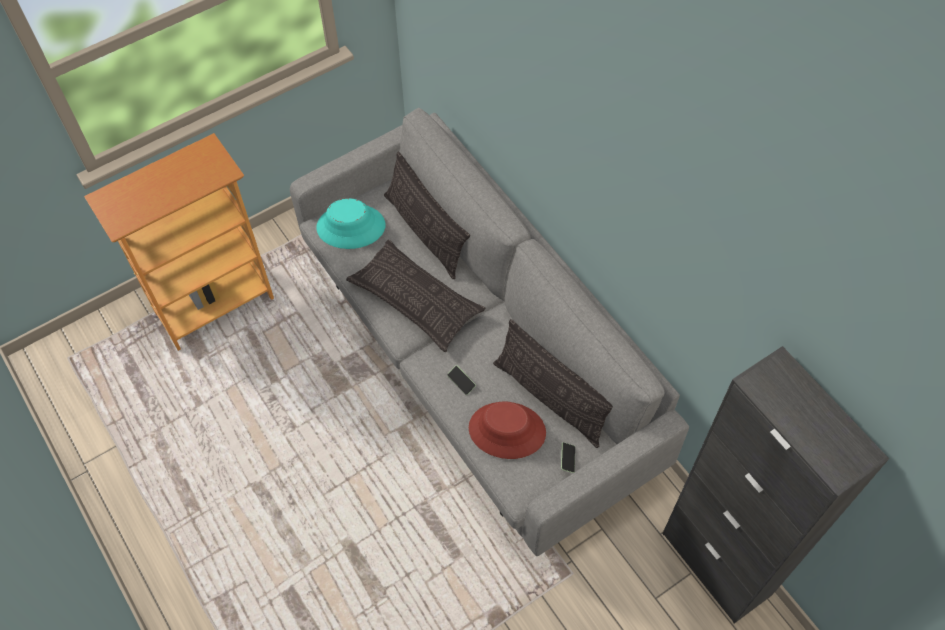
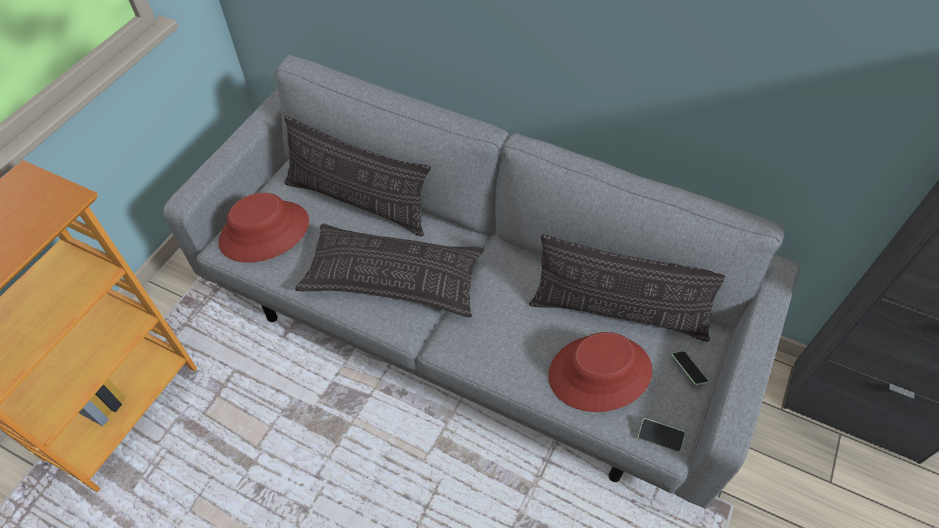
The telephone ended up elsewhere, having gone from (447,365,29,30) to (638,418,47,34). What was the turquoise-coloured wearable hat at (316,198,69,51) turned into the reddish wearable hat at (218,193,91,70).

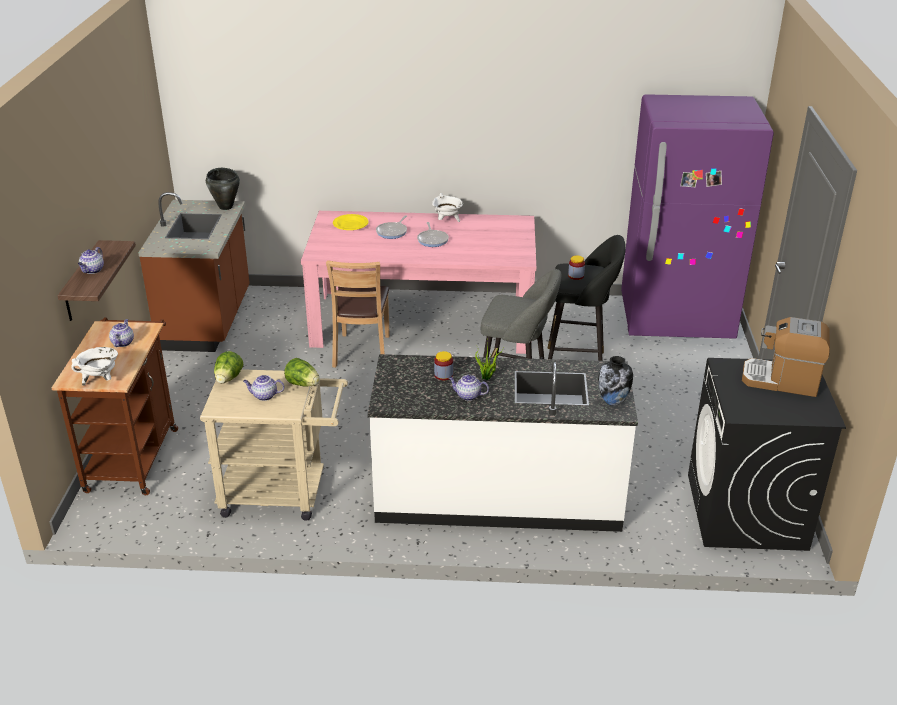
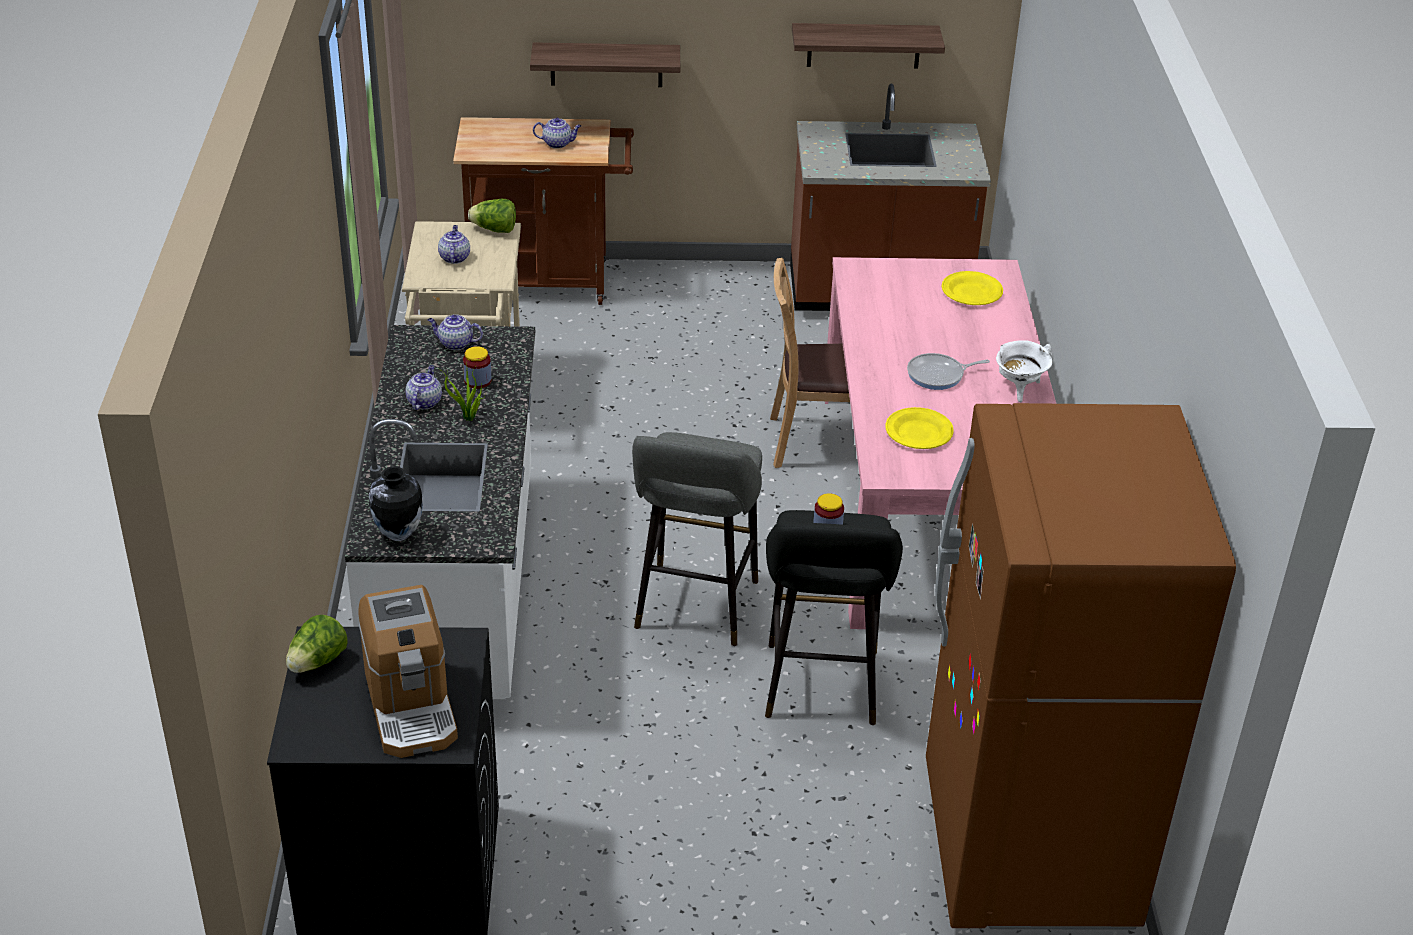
The second view lost the whitish stockpot at (71,347,47,39). The second view lost the black stockpot at (206,168,34,42). The second view lost the frying pan at (376,215,31,24). The second view gained the bracket shelf at (792,23,153,45). The second view gained the yellow plate at (885,407,69,42). The teapot ended up elsewhere, having gone from (78,247,26,27) to (428,314,55,36). The head of lettuce ended up elsewhere, having gone from (284,358,36,28) to (286,615,61,58). What was the purple kitchen fridge at (621,94,153,245) turned into the brownish kitchen fridge at (926,403,310,527). The coffee machine at (742,317,88,80) ended up facing another way, 150 degrees clockwise from before.

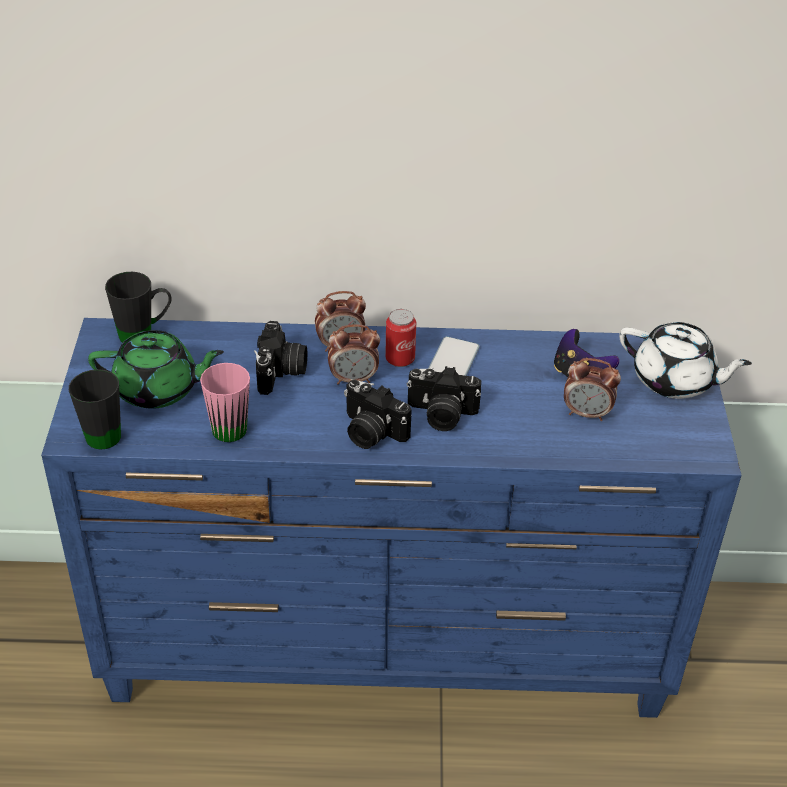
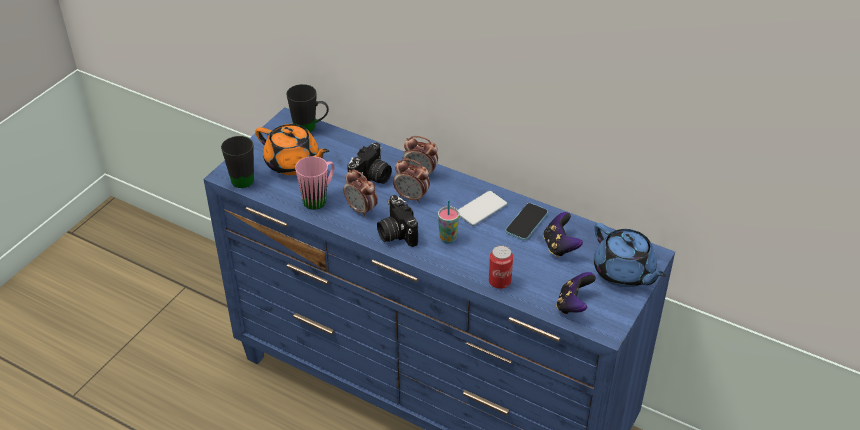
The second view gained the telephone at (505,203,43,37). The second view gained the gamepad at (556,272,40,42). The sealed can ended up elsewhere, having gone from (385,309,31,58) to (489,245,24,44). The alarm clock ended up elsewhere, having gone from (564,358,57,63) to (344,169,34,48). Where the still camera stood at (407,366,74,65), the small cup came to stand at (438,200,21,43). What was the greenish teapot at (88,330,136,79) turned into the orangey teapot at (255,124,74,51). What was the whitish teapot at (619,322,133,77) turned into the bluish teapot at (594,223,72,64).

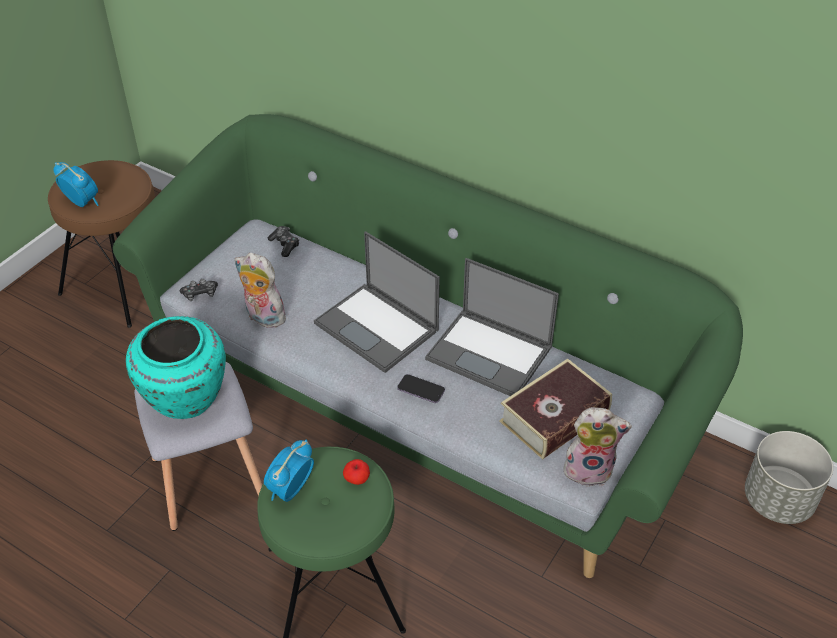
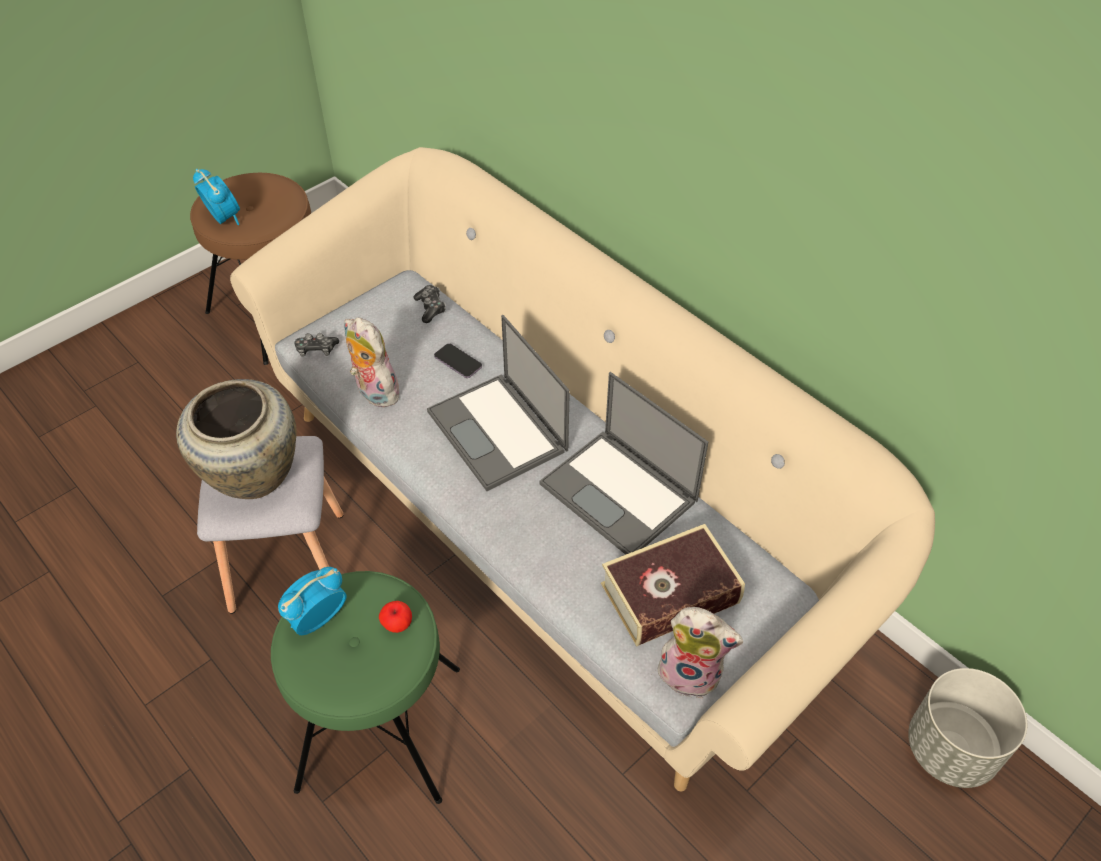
The telephone ended up elsewhere, having gone from (397,374,48,29) to (434,343,48,35). What was the greenish couch at (113,114,630,464) turned into the beige couch at (230,147,705,644). What was the turquoise-coloured vase at (126,316,100,103) turned into the beige vase at (176,379,120,120).

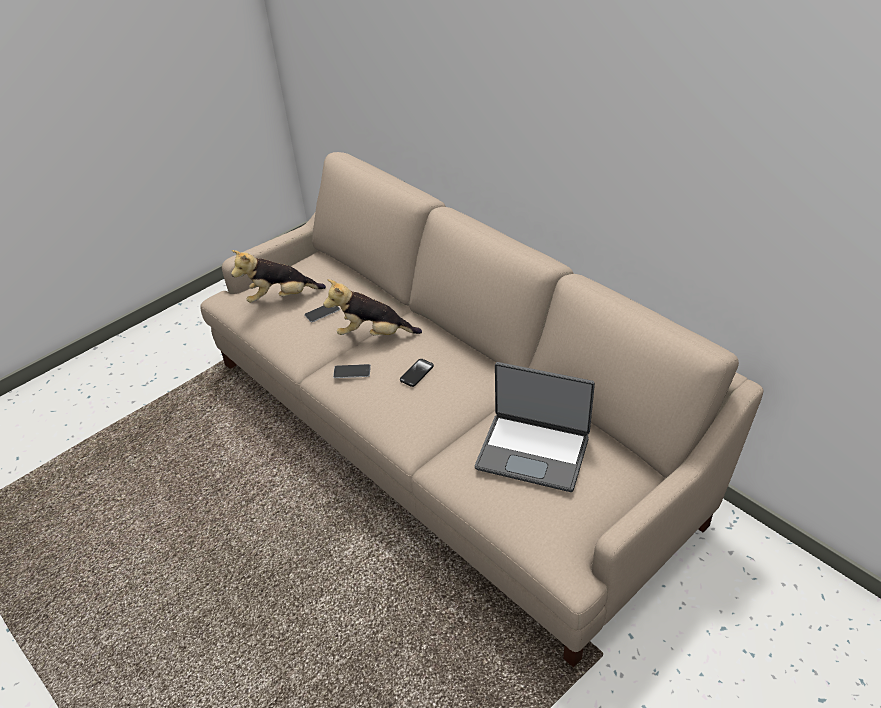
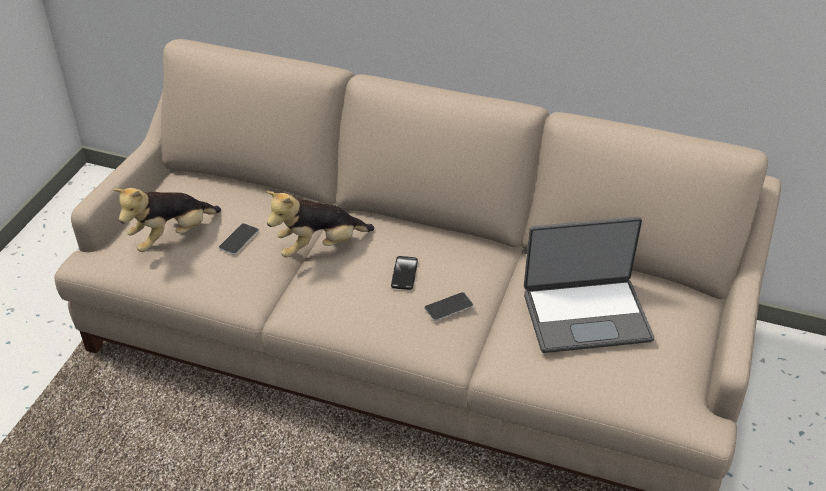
The telephone ended up elsewhere, having gone from (333,364,38,14) to (424,292,50,29).

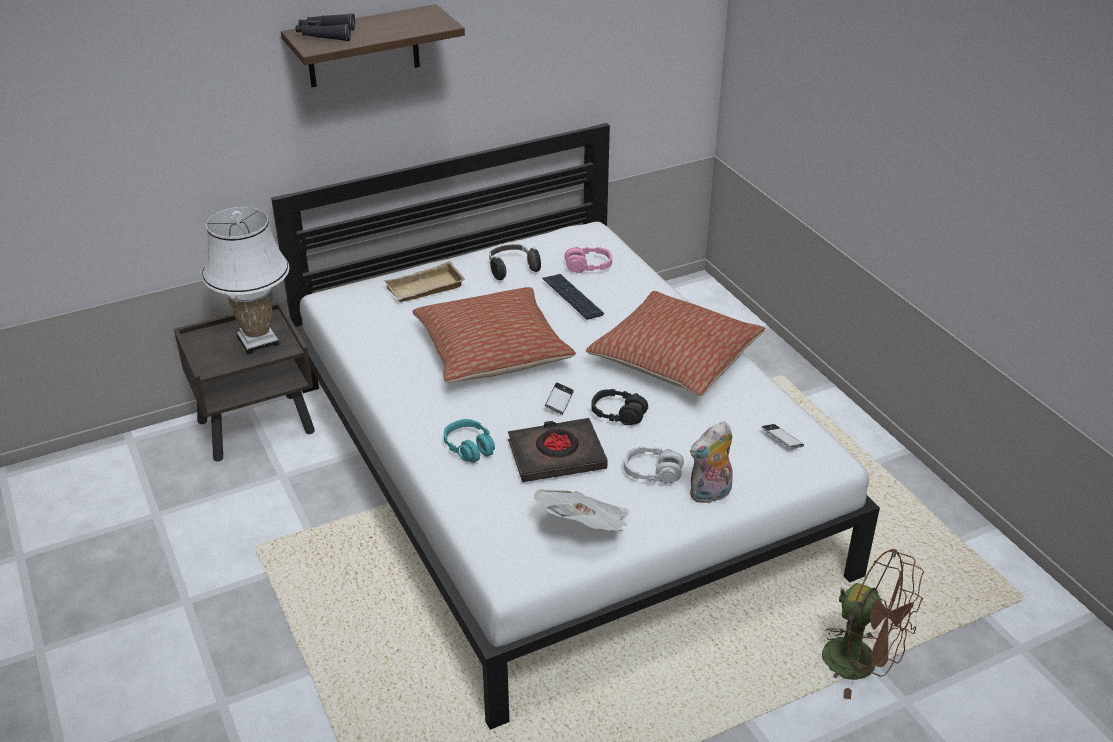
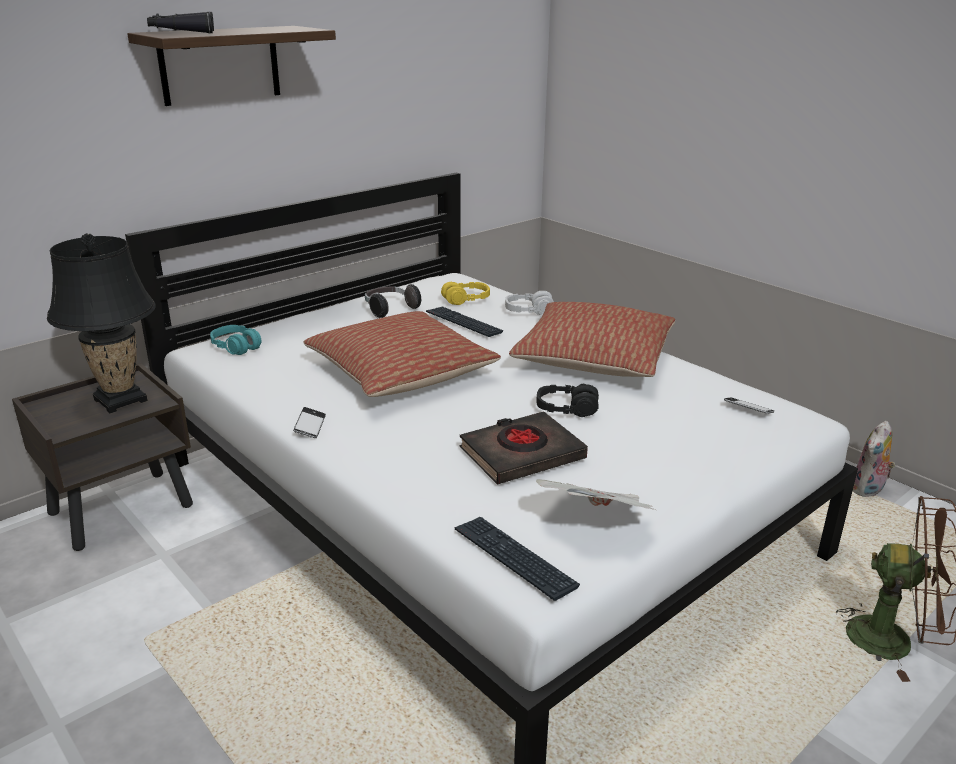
The second view lost the beige serving tray at (384,261,82,41). The second view gained the keyboard at (454,517,126,84). The turquoise-coloured pair of headphones ended up elsewhere, having gone from (444,419,51,44) to (210,325,51,30). The telephone ended up elsewhere, having gone from (545,382,29,33) to (293,407,33,31). The gray pair of headphones ended up elsewhere, having gone from (624,446,60,38) to (505,291,49,24). The plush toy ended up elsewhere, having gone from (690,421,43,82) to (853,421,42,76). What was the whitish lamp for a table at (202,207,87,148) turned into the black lamp for a table at (47,233,109,180). What was the pinkish pair of headphones at (565,246,47,27) turned into the yellow pair of headphones at (441,282,49,23).

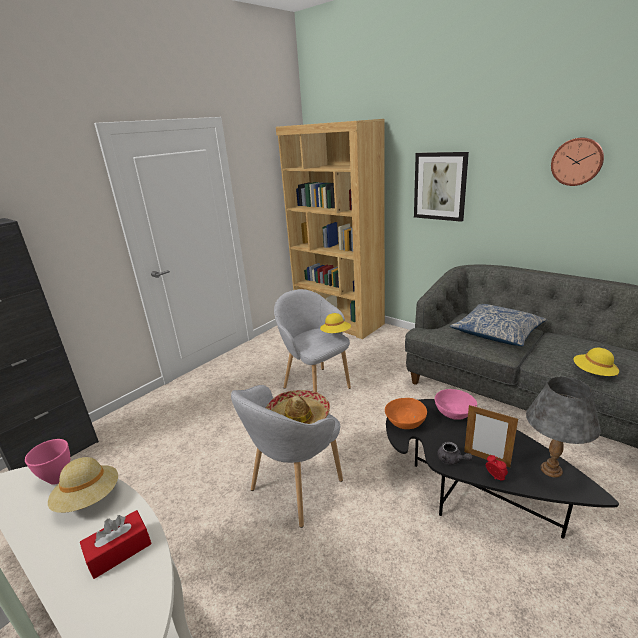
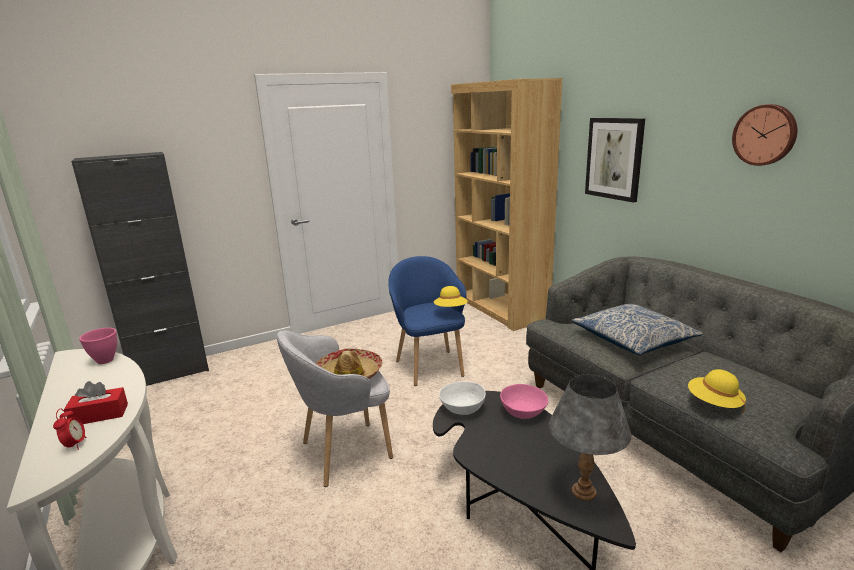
The second view lost the beige wearable hat at (48,457,70,56). The second view lost the gray teapot at (437,442,36,23). The second view lost the photo frame at (464,405,54,62). The alarm clock ended up elsewhere, having gone from (486,455,22,26) to (53,409,33,41). What was the gray easy chair at (274,289,77,103) turned into the bluish easy chair at (388,256,79,130). What was the orangey serving bowl at (385,398,42,31) turned into the whitish serving bowl at (439,382,47,33).

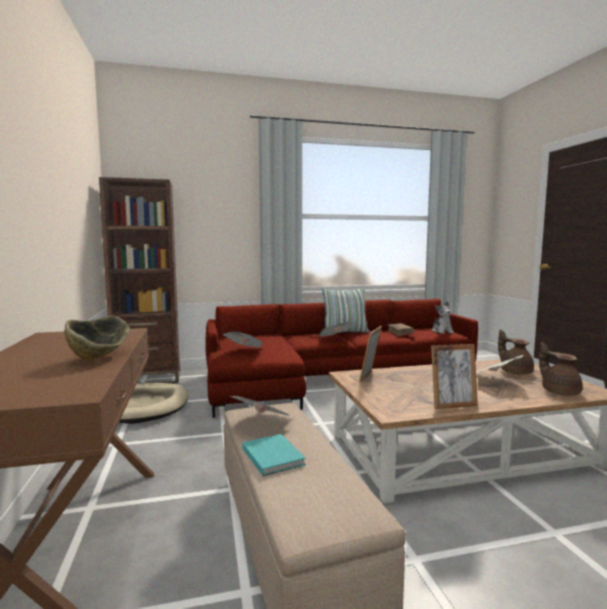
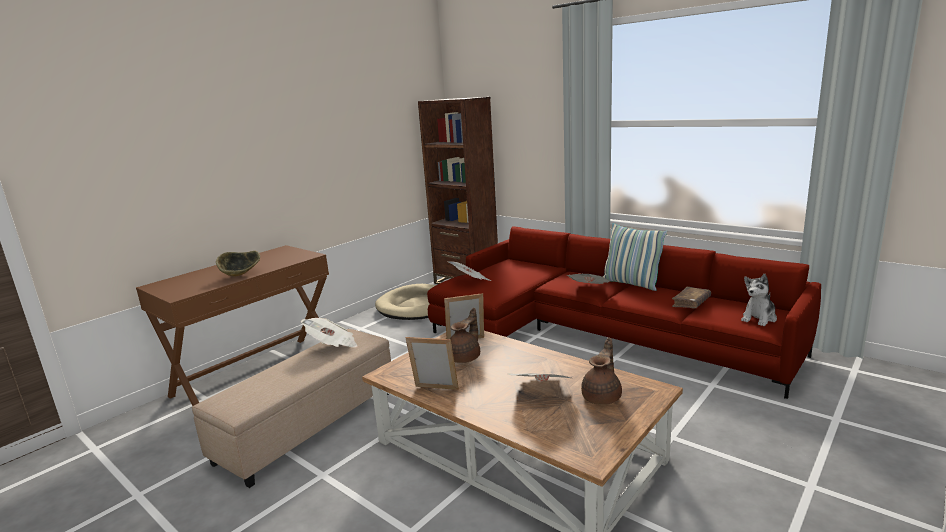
The second view lost the turquoise-coloured bound book at (242,434,64,42). The brownish teapot ended up elsewhere, having gone from (539,342,44,54) to (450,308,30,55). The photo frame at (431,344,47,65) ended up facing another way, 150 degrees clockwise from before.

